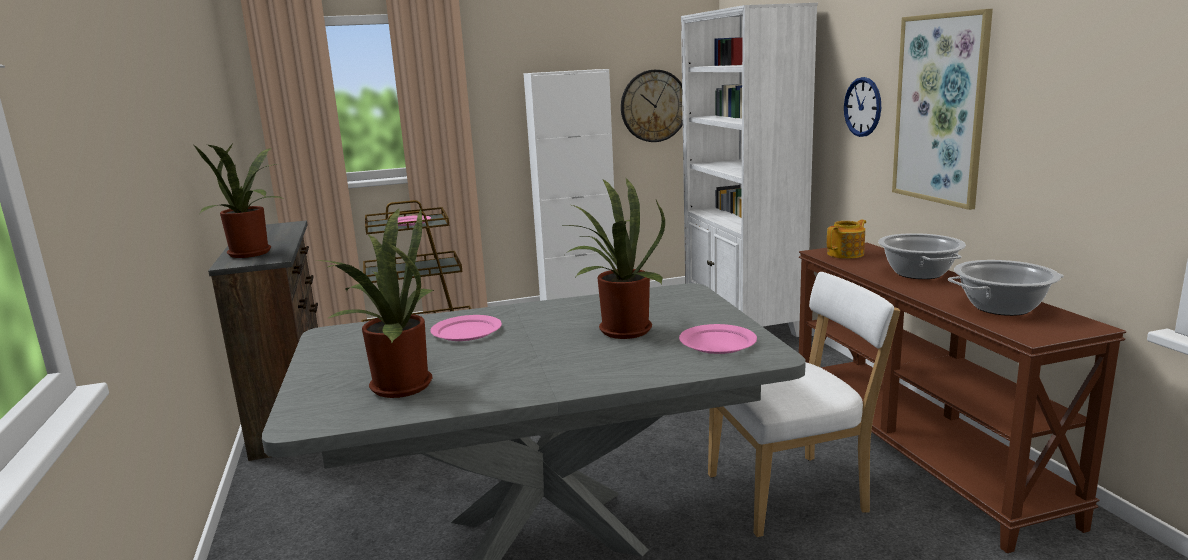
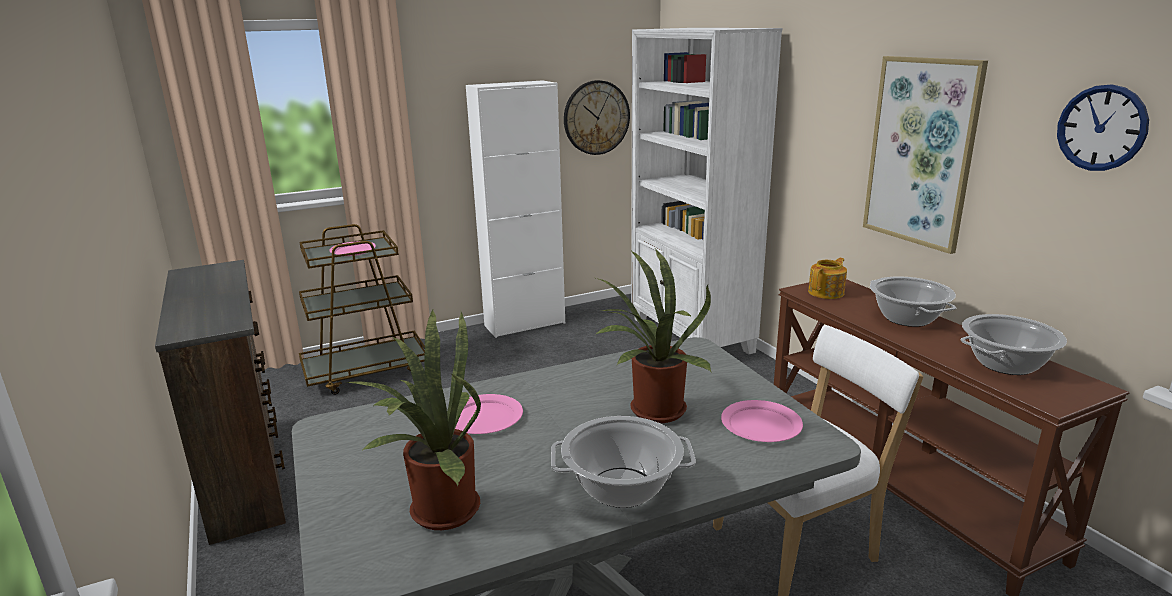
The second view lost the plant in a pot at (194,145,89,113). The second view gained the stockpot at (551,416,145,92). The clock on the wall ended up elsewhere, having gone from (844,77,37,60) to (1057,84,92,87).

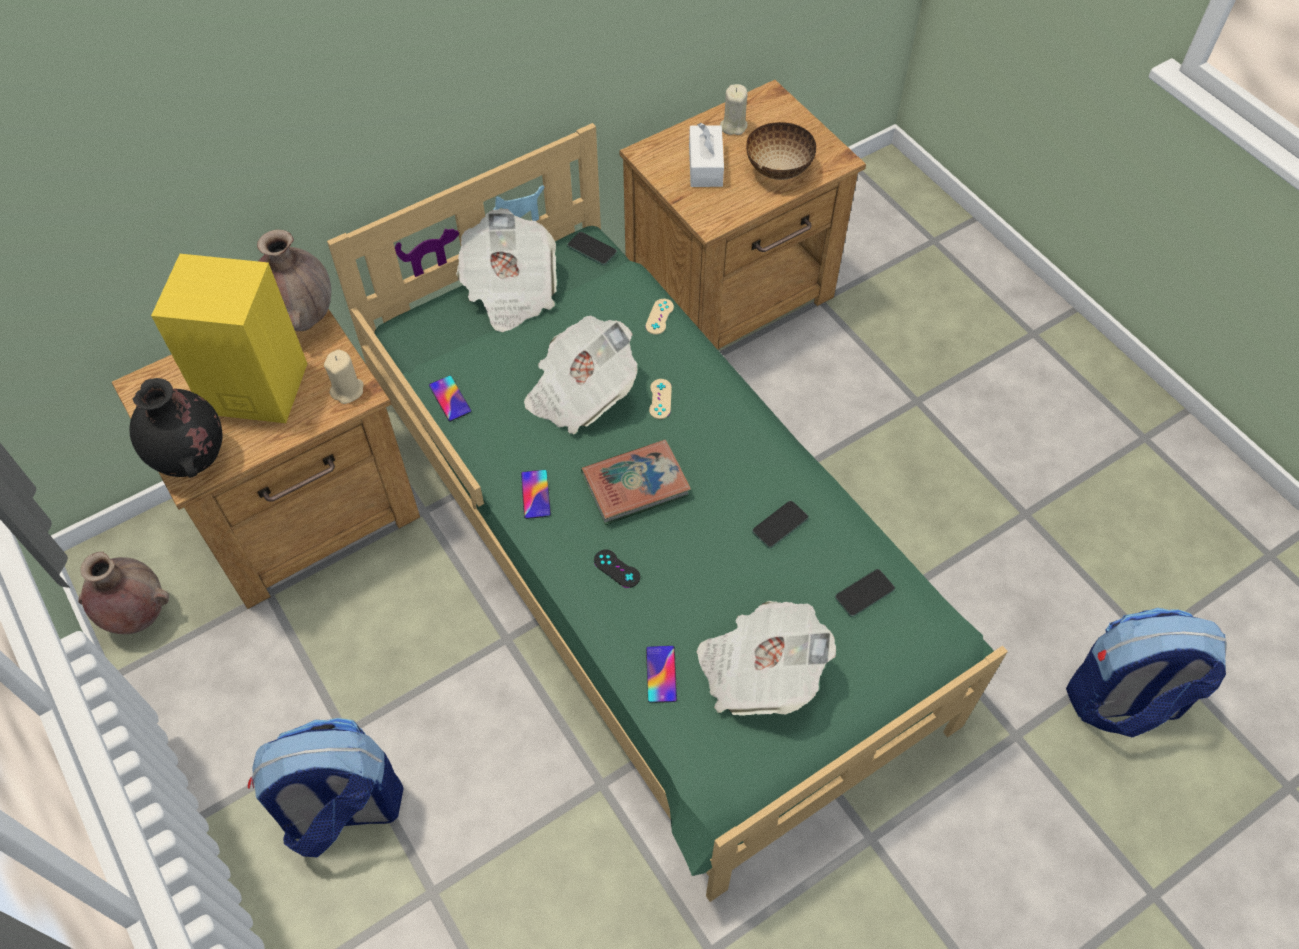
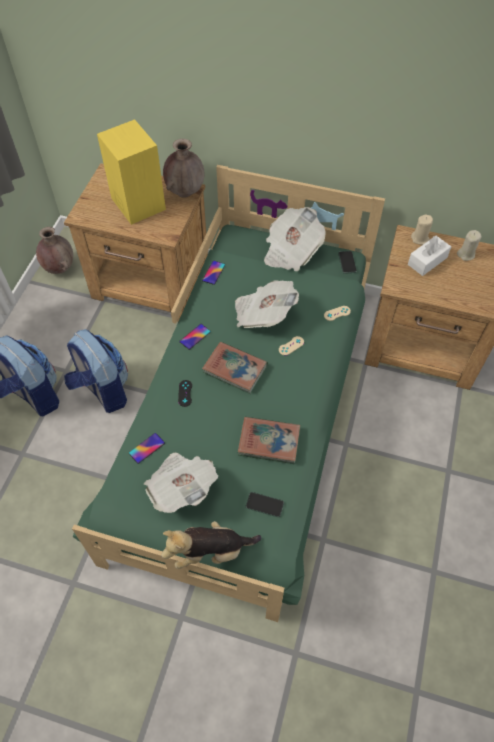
The second view lost the black vase at (130,378,93,100). The second view lost the serving bowl at (746,122,70,58). The second view gained the plush toy at (161,521,100,48). The beige wax light ended up elsewhere, having gone from (324,349,40,55) to (411,215,22,30). The rucksack ended up elsewhere, having gone from (1066,608,161,130) to (64,329,64,84). Where the telephone stood at (752,501,57,47), the bound book came to stand at (238,417,63,47).

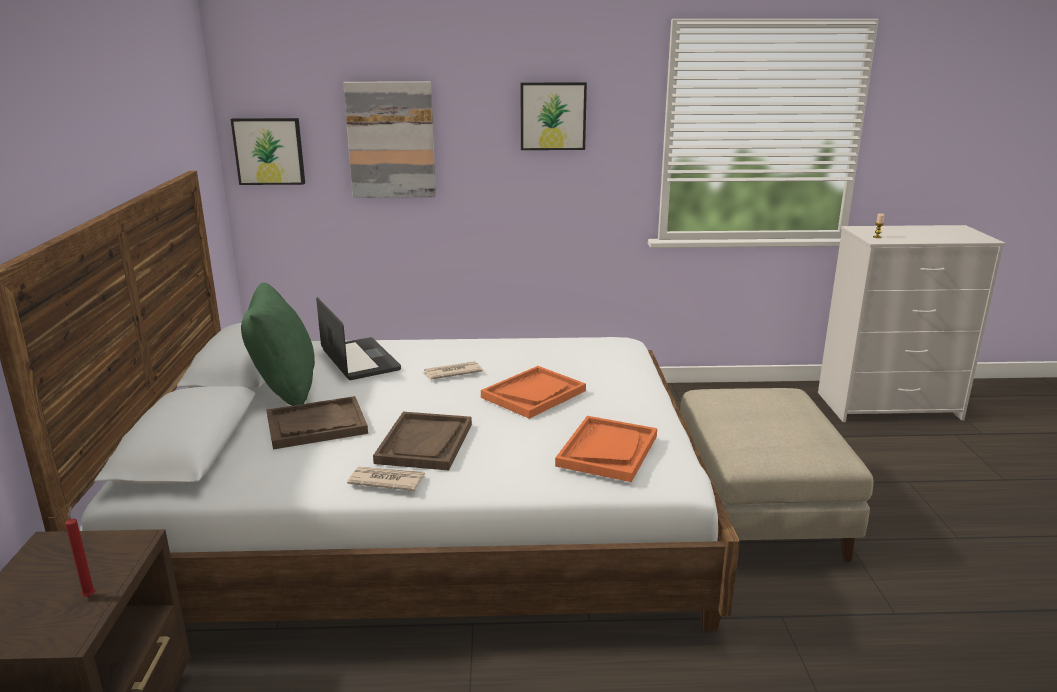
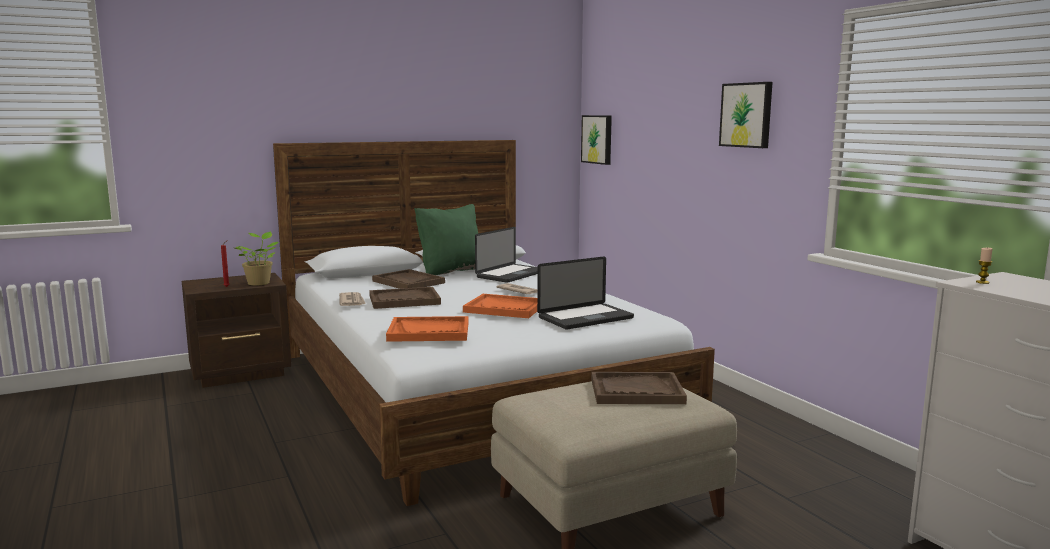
The second view lost the wall picture at (343,81,93,117). The second view gained the plant in a pot at (234,232,44,54). The second view gained the laptop at (537,256,97,74). The second view gained the brownish serving tray at (591,372,96,32).

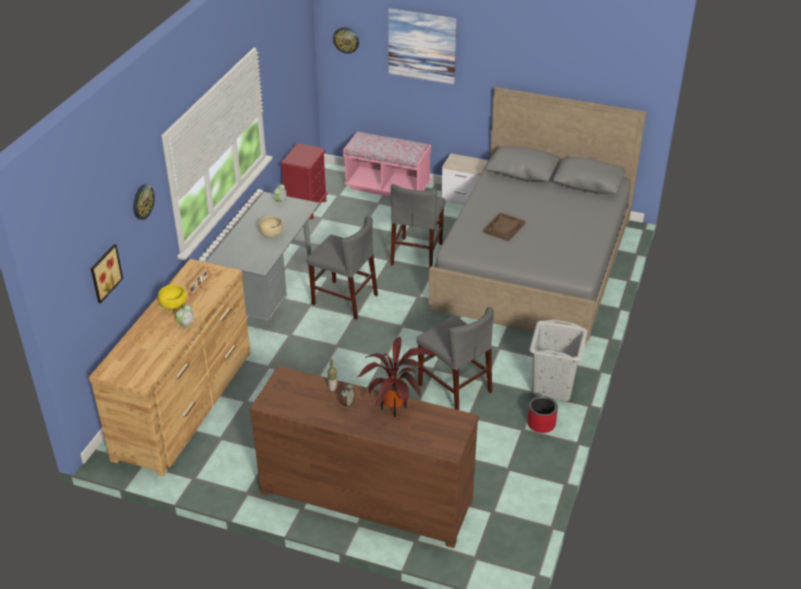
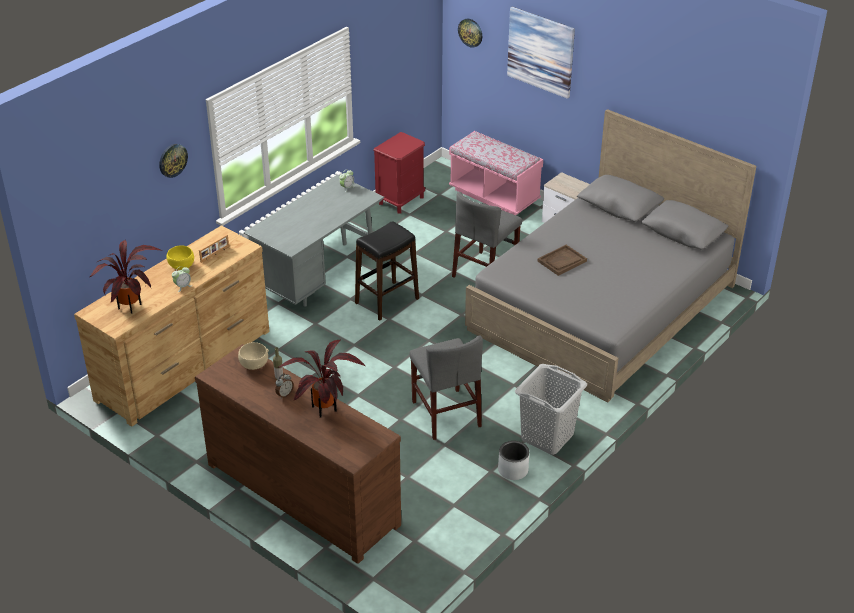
The second view lost the wall picture at (91,244,32,60). The second view gained the plant in a pot at (90,240,72,74). The beige serving bowl ended up elsewhere, having gone from (258,216,25,22) to (238,342,31,28). Where the gray upright chair stood at (307,216,71,104), the black sitting stool came to stand at (355,221,64,100). What was the reddish planter at (527,396,31,37) turned into the gray planter at (498,441,31,39).

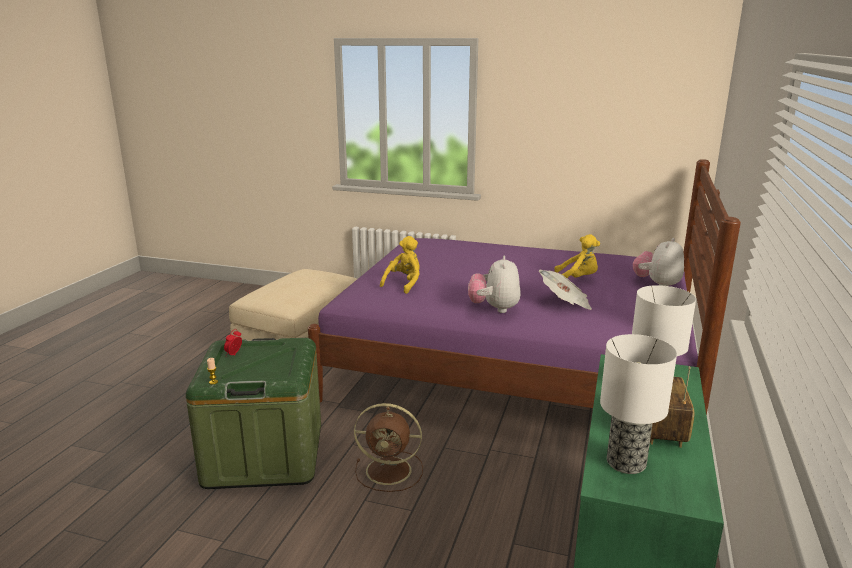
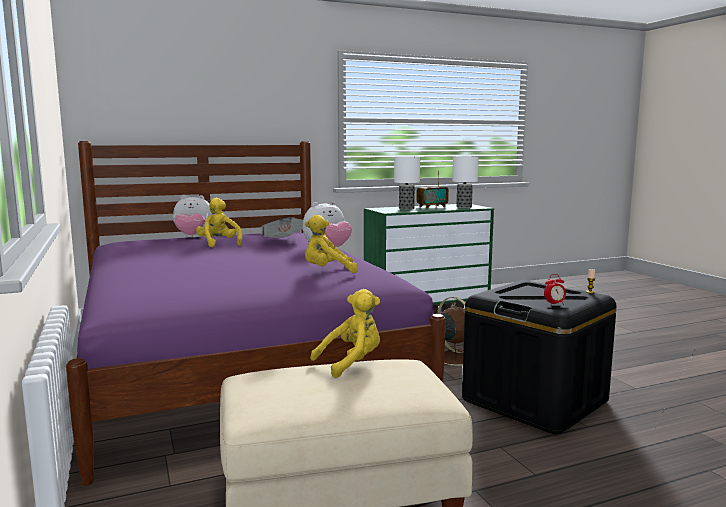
The second view gained the yellow plush toy at (310,289,70,89). What was the greenish storage container at (186,338,135,151) turned into the black storage container at (462,280,155,154).

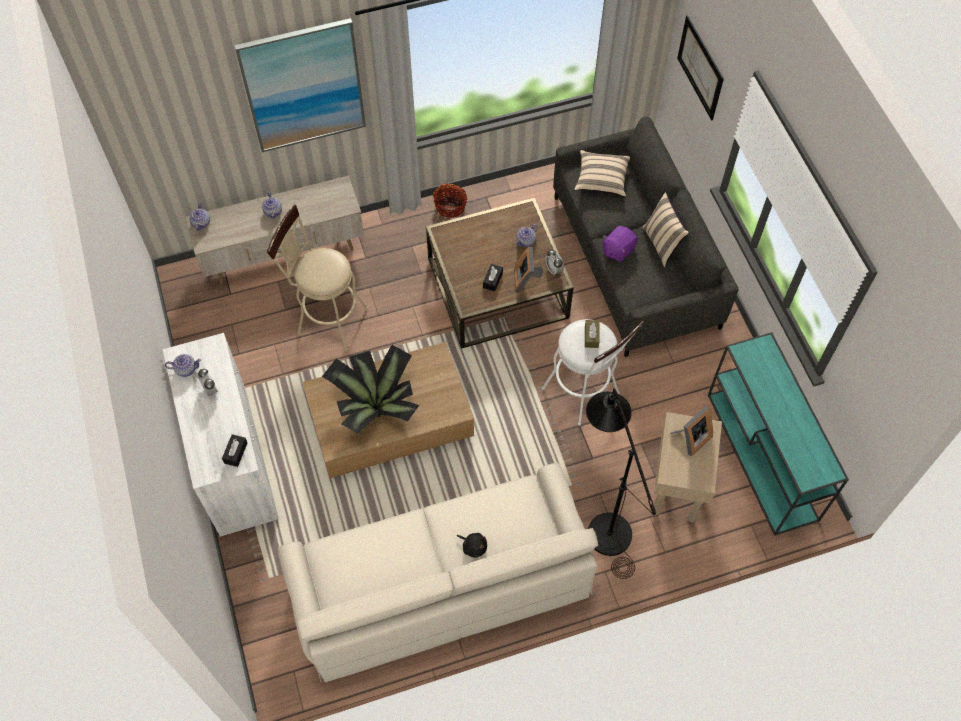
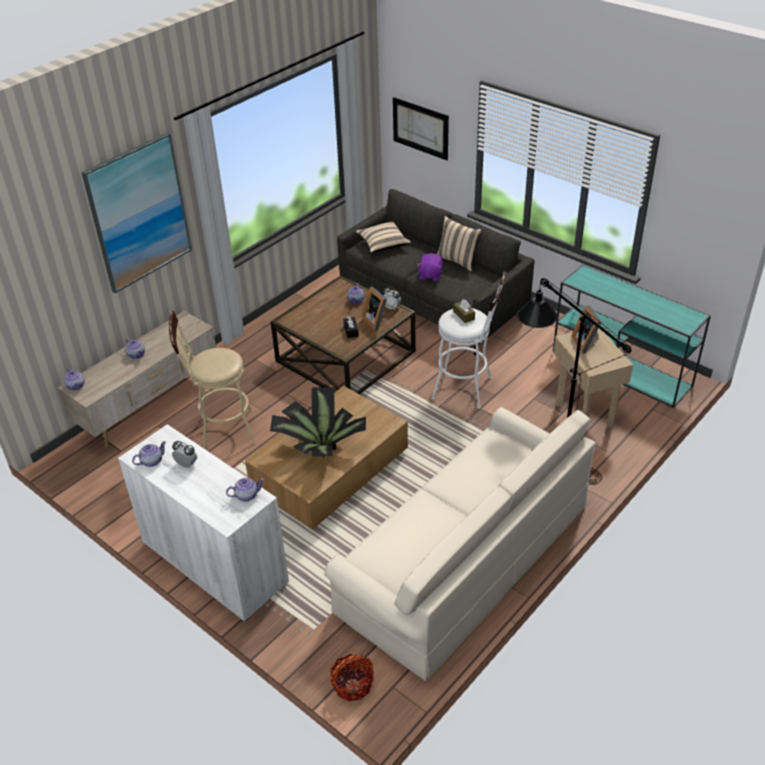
The second view lost the black plush toy at (457,533,30,25). The basket ended up elsewhere, having gone from (433,183,34,35) to (330,654,44,47). Where the black box of tissues stood at (222,434,25,33), the teapot came to stand at (226,478,38,24). The photo frame at (670,406,43,51) ended up facing another way, 150 degrees clockwise from before.

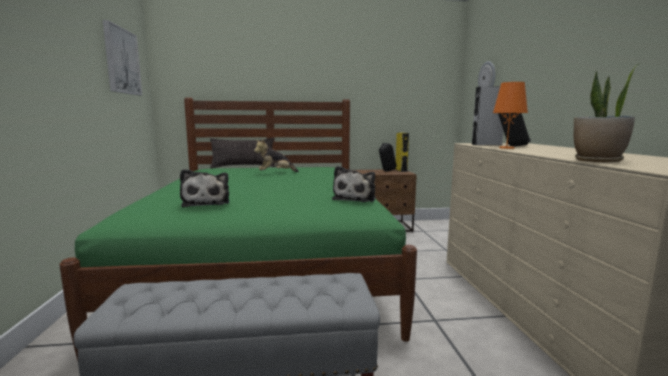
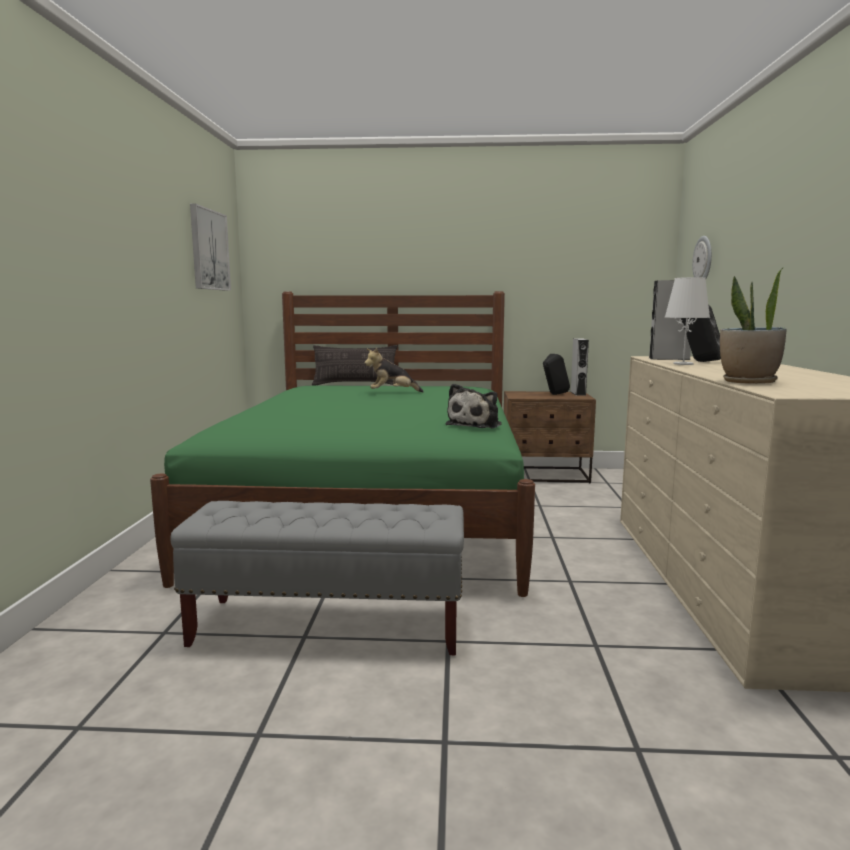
The second view lost the plush toy at (180,169,49,38). What was the yellow audio speaker at (396,133,13,39) turned into the gray audio speaker at (571,339,18,56). What was the orangey lamp for a table at (493,82,35,67) turned into the whitish lamp for a table at (665,277,45,88).

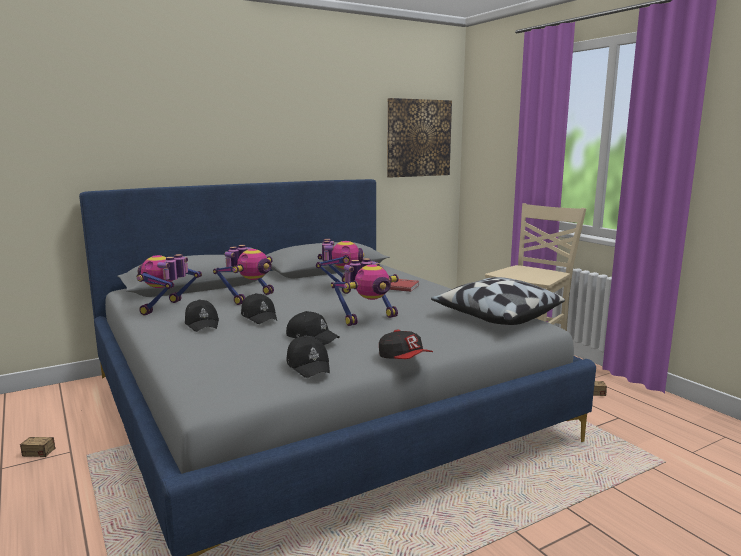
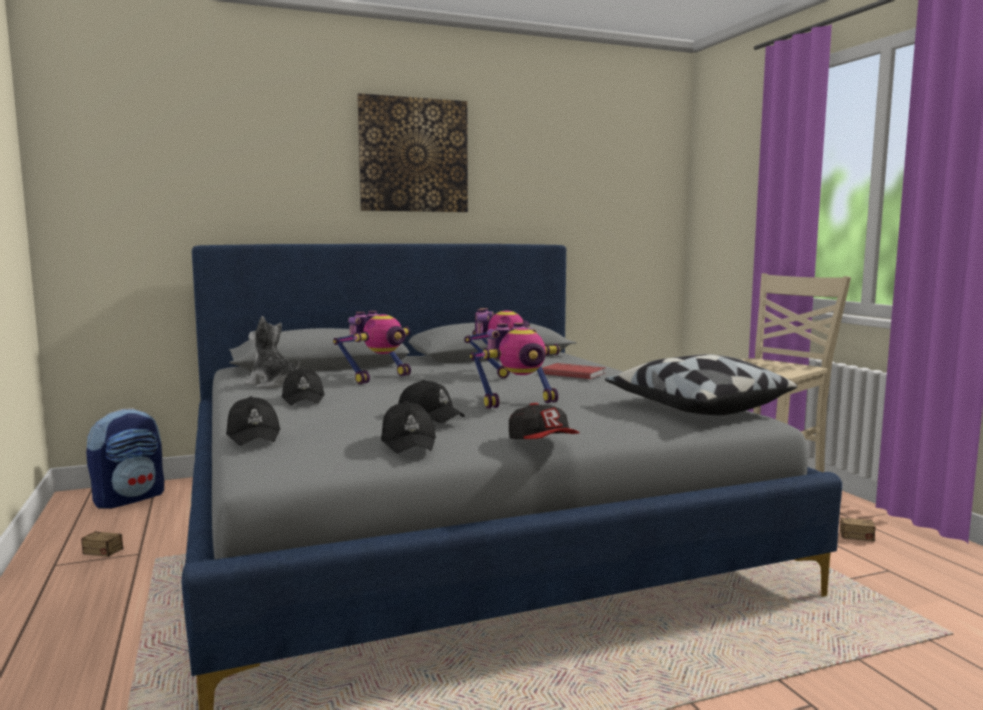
The second view gained the rucksack at (86,408,78,101). The black baseball cap ended up elsewhere, having gone from (241,293,36,31) to (226,396,55,50). The wall picture ended up elsewhere, having gone from (387,98,65,80) to (357,93,111,119). Where the robot figure stood at (137,254,65,61), the plush toy came to stand at (245,316,55,72).

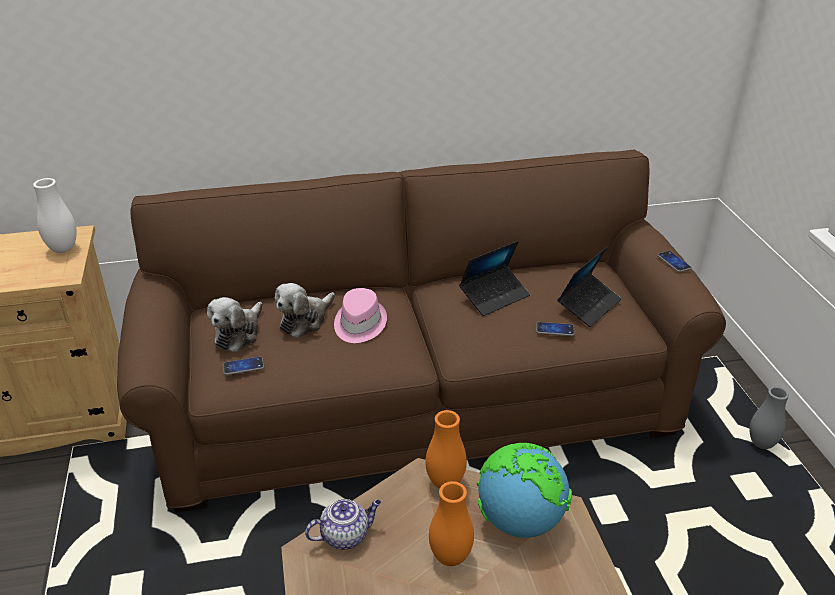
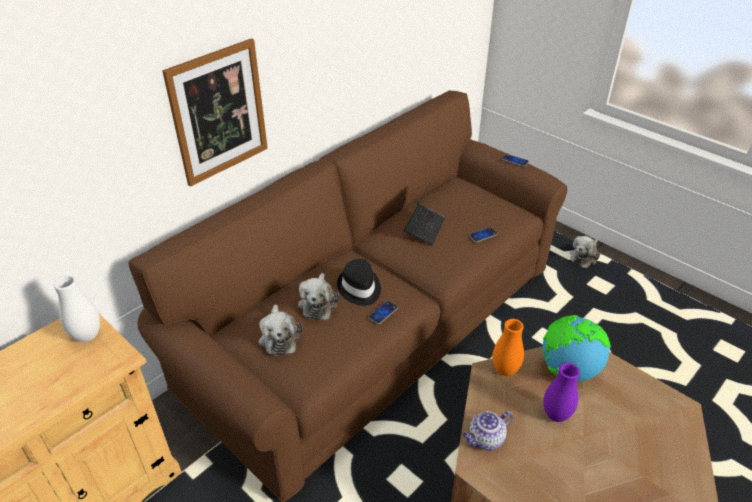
The second view lost the laptop at (558,247,63,80). The second view gained the wall picture at (162,38,106,149). The telephone ended up elsewhere, having gone from (223,357,41,18) to (368,301,30,24). Where the gray vase stood at (750,386,39,63), the plush toy came to stand at (570,236,30,32). What was the pinkish wearable hat at (334,288,53,55) turned into the black wearable hat at (337,259,44,47). What was the orangey vase at (429,481,45,85) turned into the purple vase at (543,363,37,59). The teapot at (305,499,76,51) ended up facing another way, 150 degrees counterclockwise from before.

